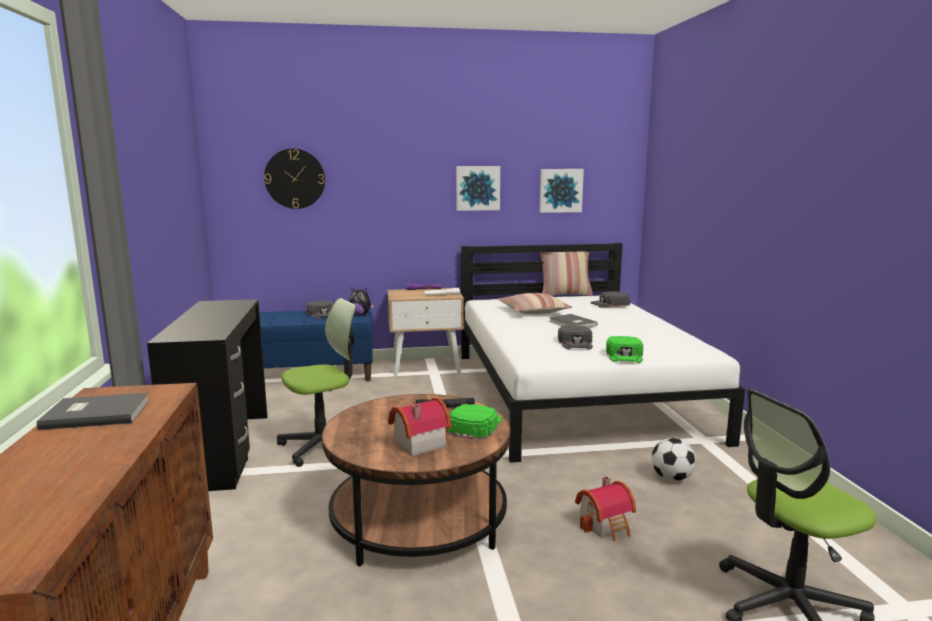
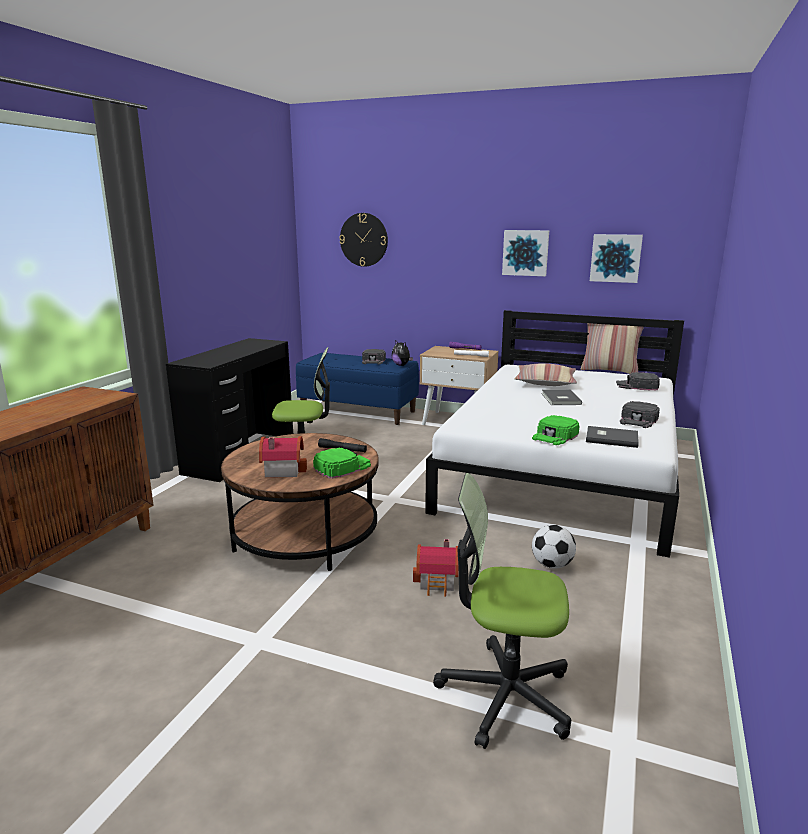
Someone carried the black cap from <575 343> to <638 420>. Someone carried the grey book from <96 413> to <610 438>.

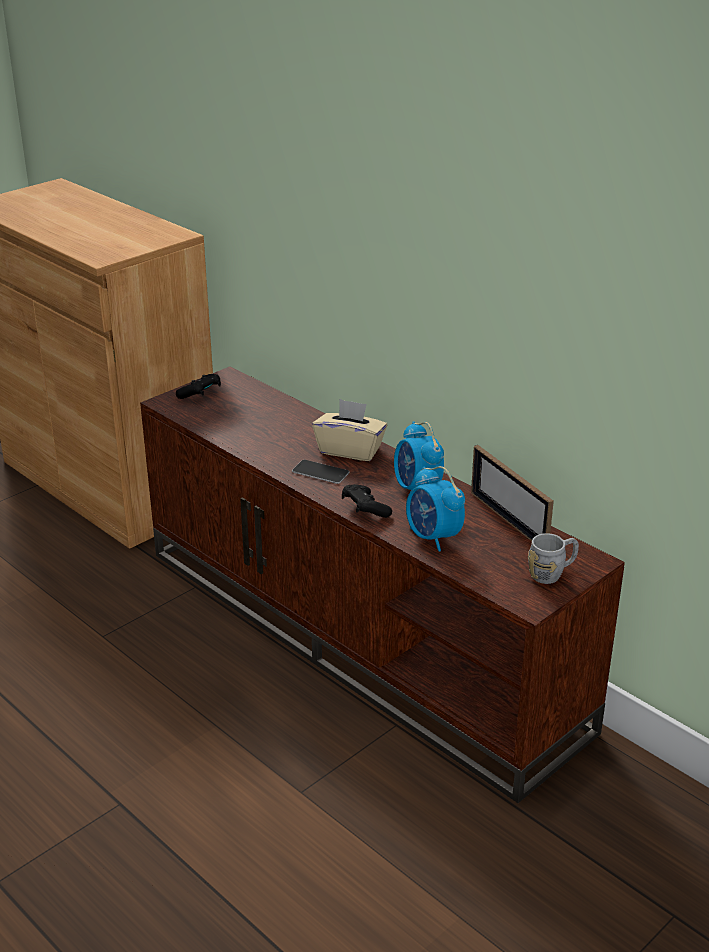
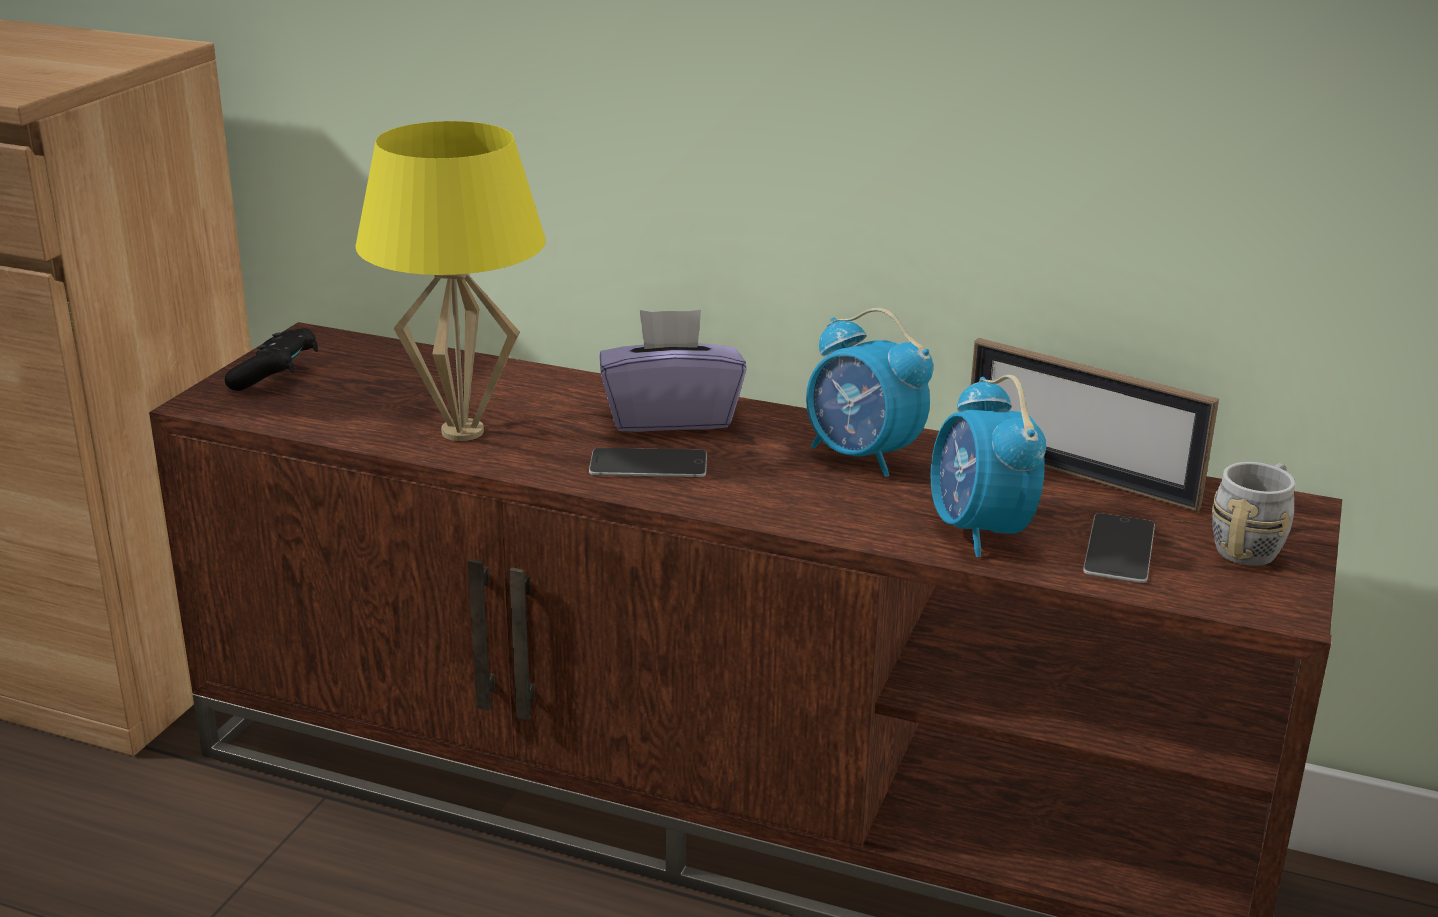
Someone repainted the beige tissue box at <350 450>, which became the purple tissue box at <670 416>. Someone rotated the alarm clock at <433 537> by 45 degrees clockwise. Someone took away the black game controller at <365 510>. Someone put down the yellow table lamp at <463 431>. Someone put down the phone at <1119 548>.

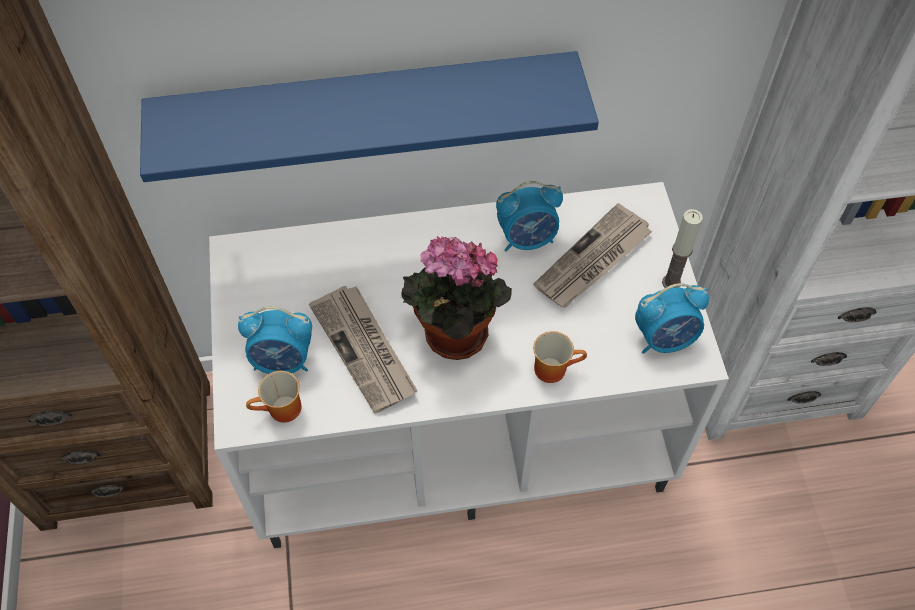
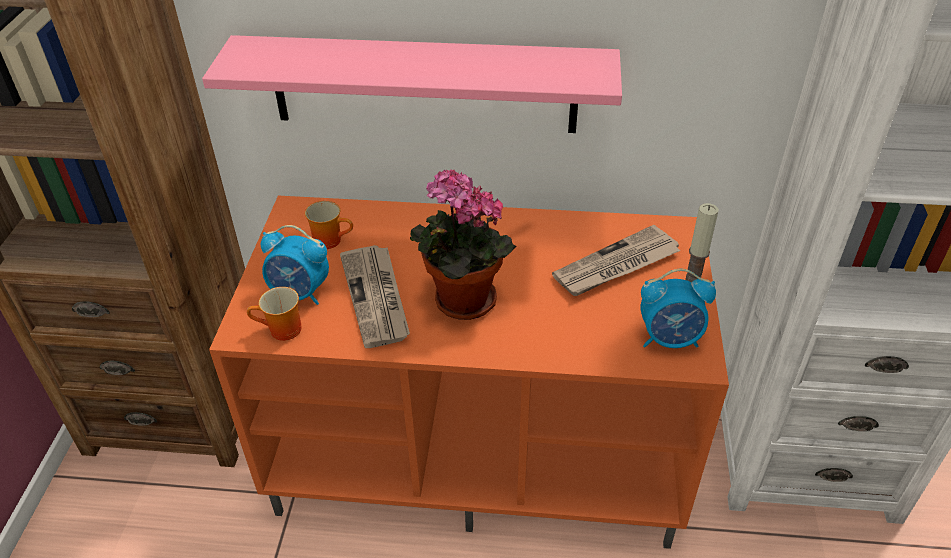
Someone repainted the blue shelf at <367 111>, which became the pink shelf at <424 84>. Someone took away the alarm clock at <527 239>. Someone repainted the white tv stand at <460 430>, which became the orange tv stand at <481 450>. Someone carried the mug from <553 367> to <331 239>.

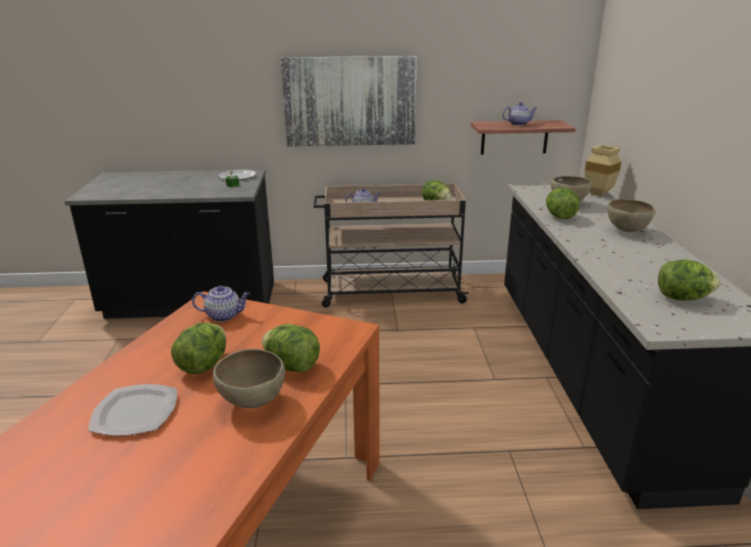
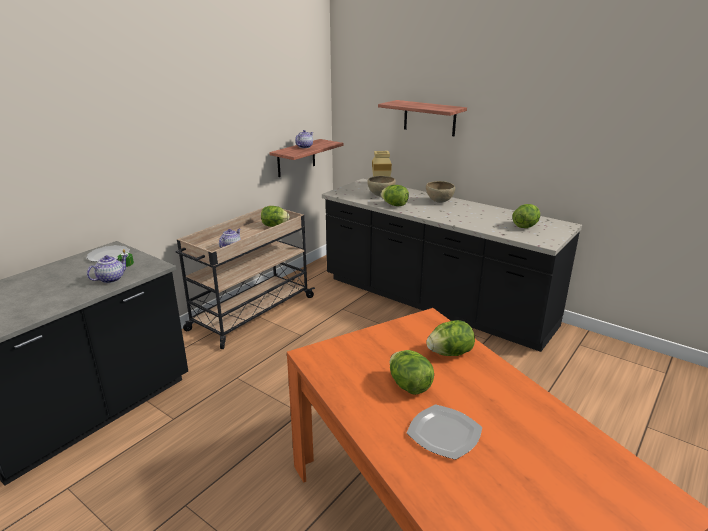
Someone took away the picture at <350 101>. Someone carried the teapot from <224 316> to <111 279>. Someone took away the brown bowl at <252 402>. Someone put up the shelf at <429 118>.

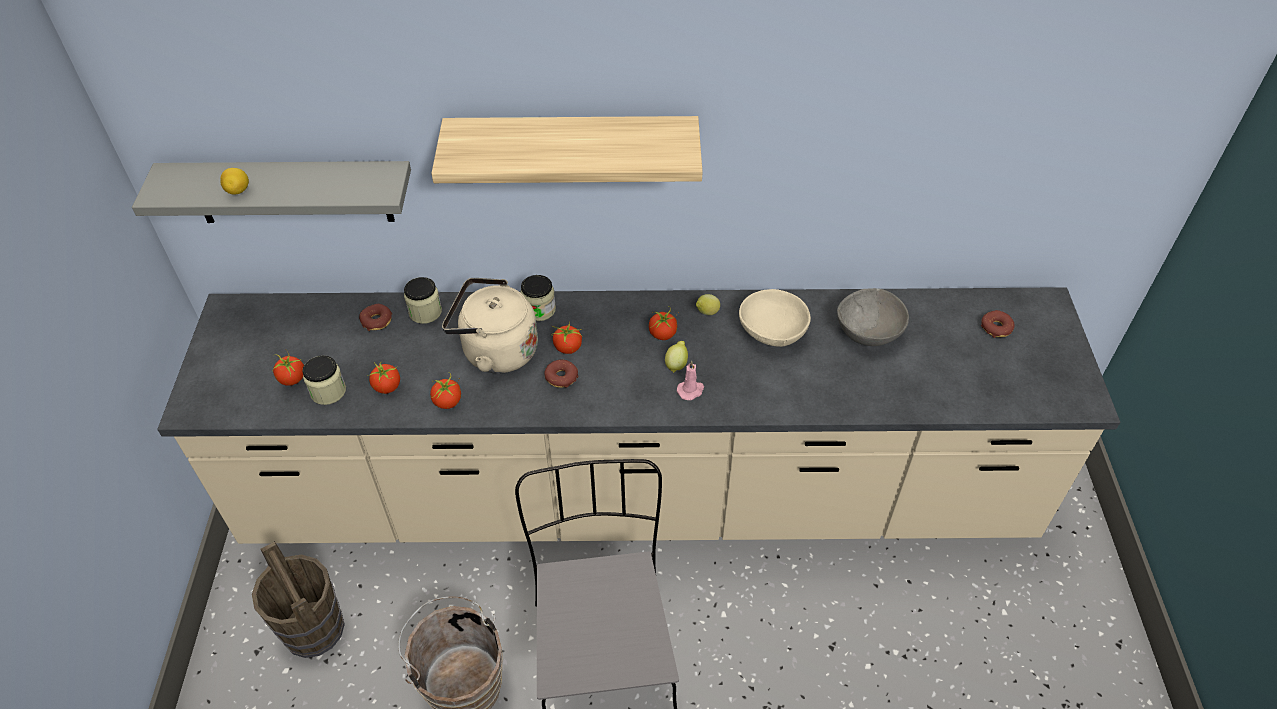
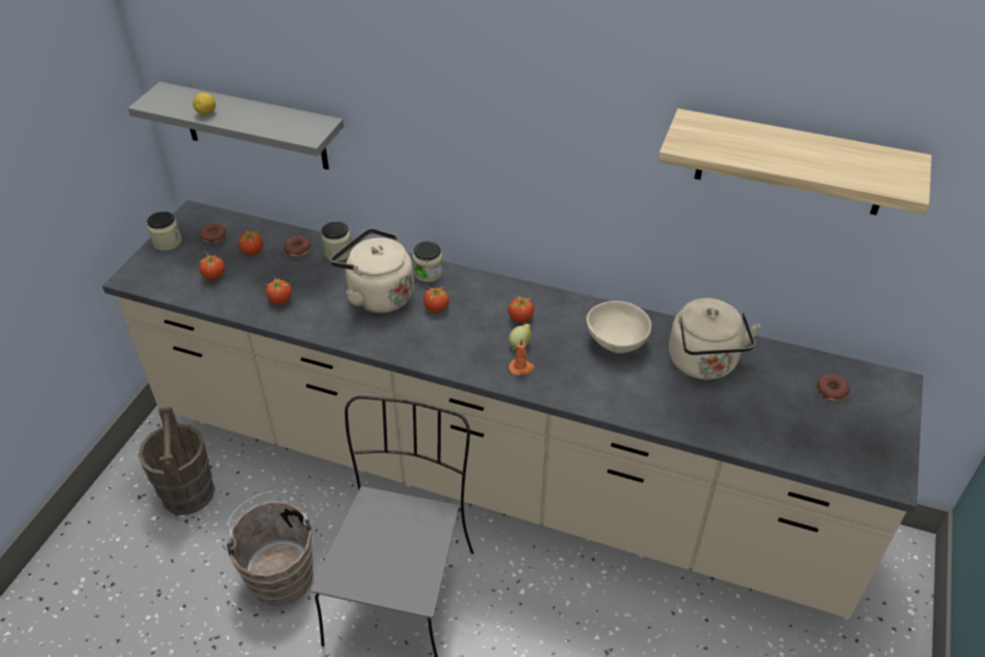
Someone carried the shelf from <572 149> to <791 163>. Someone swapped the grey bowl at <867 333> for the beige kettle at <704 364>. Someone took away the lemon at <706 313>. Someone carried the jar from <328 391> to <167 242>. Someone carried the donut from <561 377> to <214 236>. Someone repainted the pink candle at <691 390>, which became the orange candle at <521 368>. Someone carried the tomato from <448 402> to <252 251>.

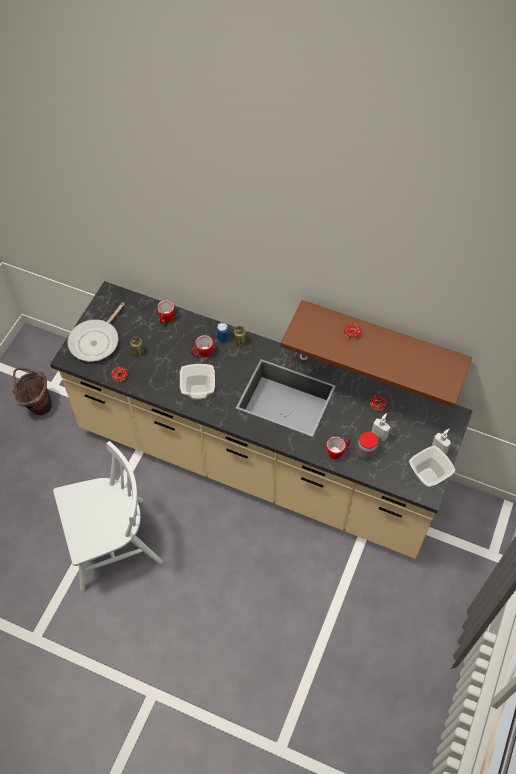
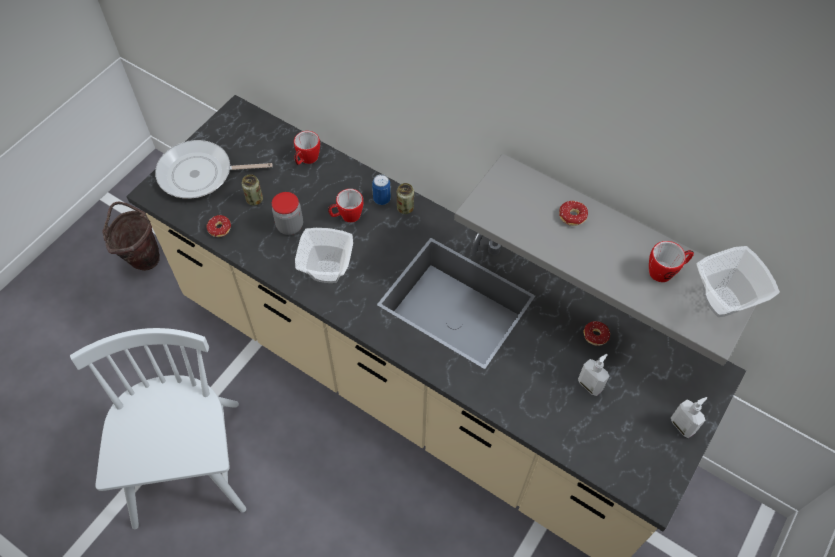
Someone repainted the brown shelf at <382 341>, which became the grey shelf at <619 237>. Someone rotated the frying pan at <96 341> by 45 degrees clockwise. Someone carried the jar from <365 453> to <290 226>. Someone carried the mug from <337 452> to <665 271>. Someone rotated the white chair at <111 543> by 90 degrees counterclockwise. Someone carried the bowl from <426 477> to <720 301>.

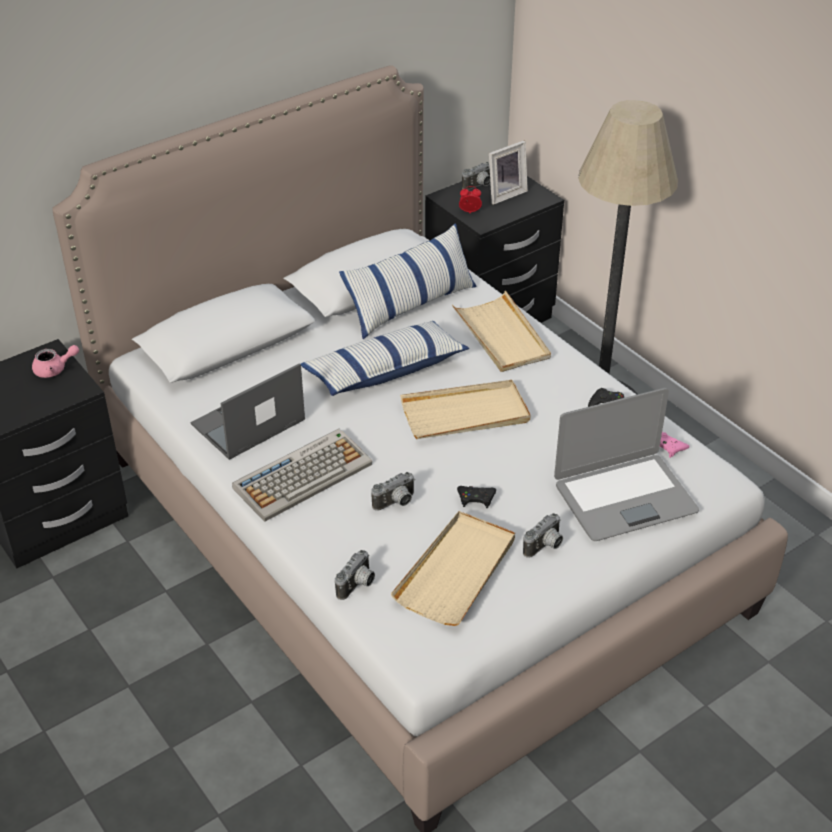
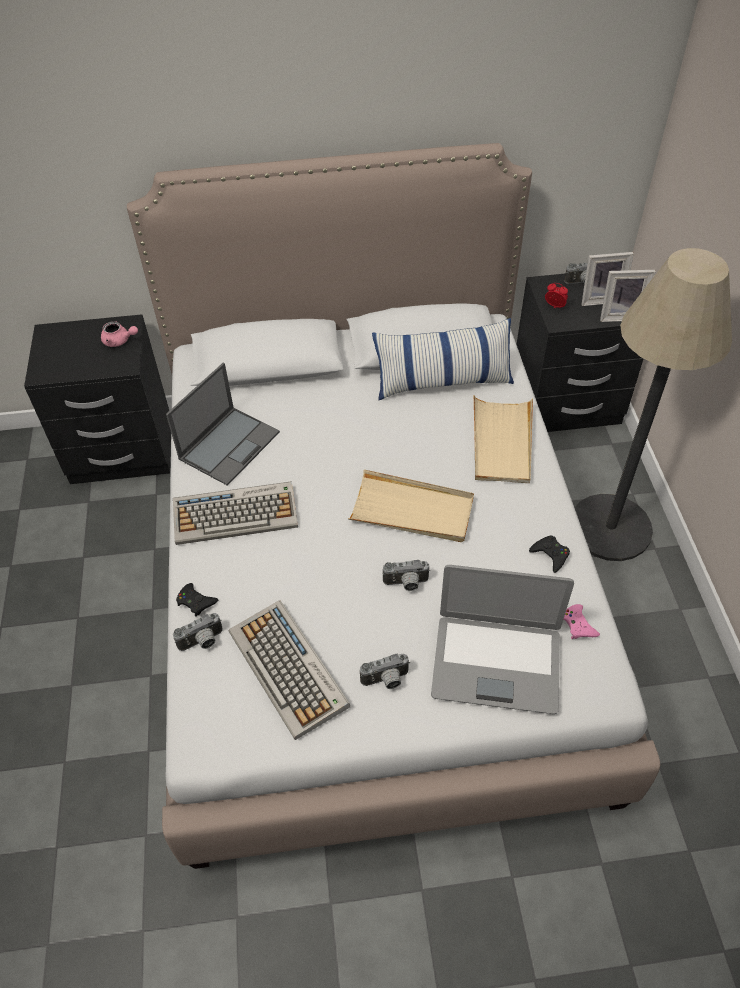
Someone took away the pillow at <385 371>. Someone rotated the laptop at <247 423> by 135 degrees clockwise. Someone carried the photo camera from <396 503> to <406 584>. Someone carried the black game controller from <476 498> to <196 602>. Someone swapped the beige tray at <457 571> for the keyboard at <289 669>. Someone put down the picture frame at <620 315>.

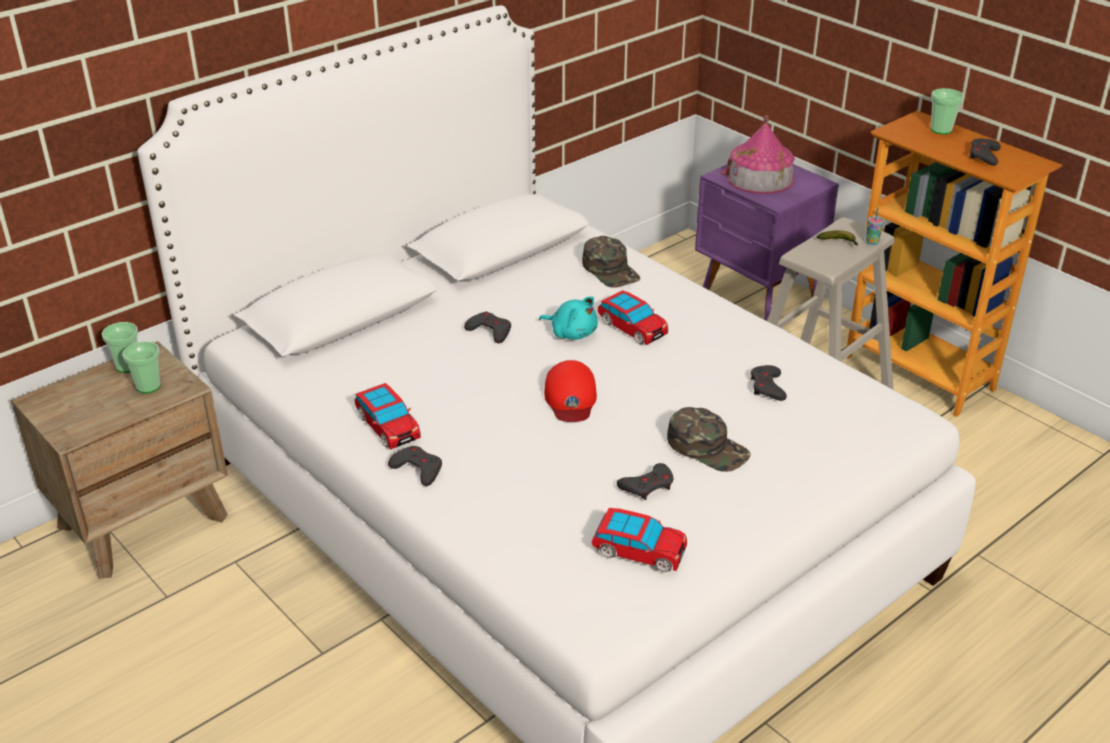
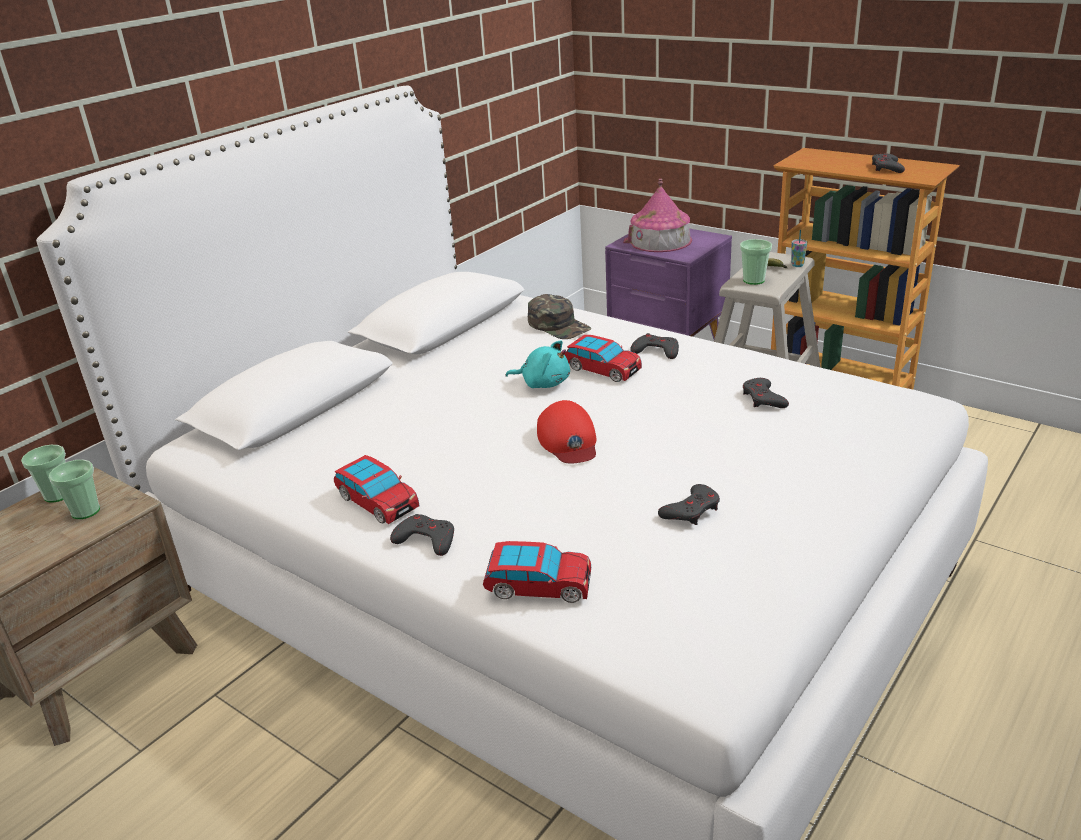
Someone carried the cup from <941 130> to <754 280>. Someone carried the grey game controller from <490 331> to <656 351>. Someone took away the green cap at <708 447>. Someone carried the toy car from <638 551> to <538 586>.

